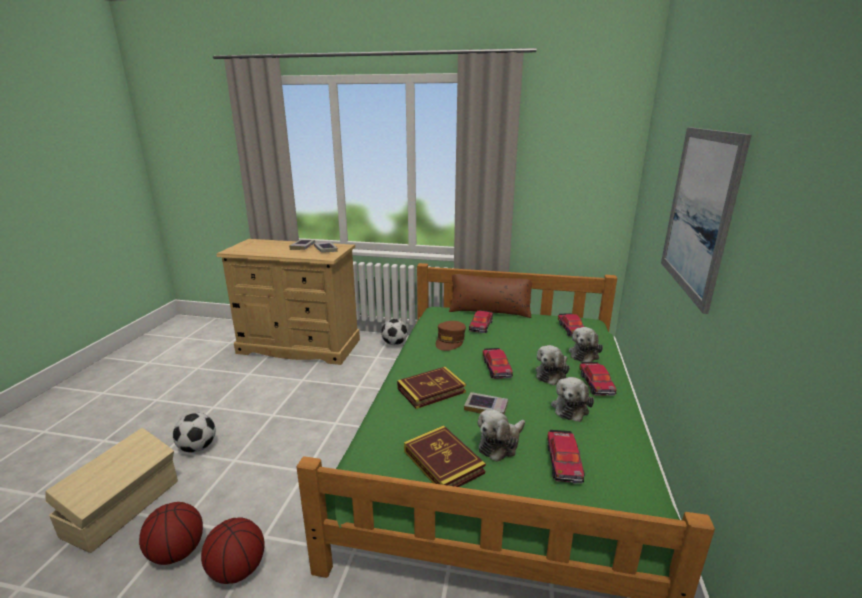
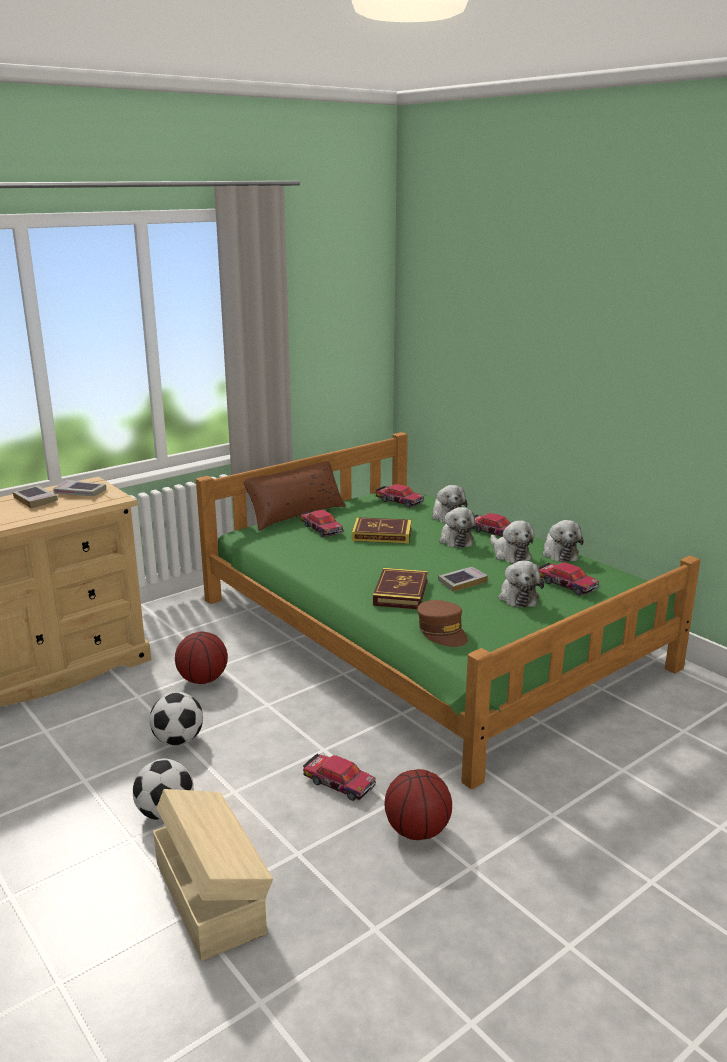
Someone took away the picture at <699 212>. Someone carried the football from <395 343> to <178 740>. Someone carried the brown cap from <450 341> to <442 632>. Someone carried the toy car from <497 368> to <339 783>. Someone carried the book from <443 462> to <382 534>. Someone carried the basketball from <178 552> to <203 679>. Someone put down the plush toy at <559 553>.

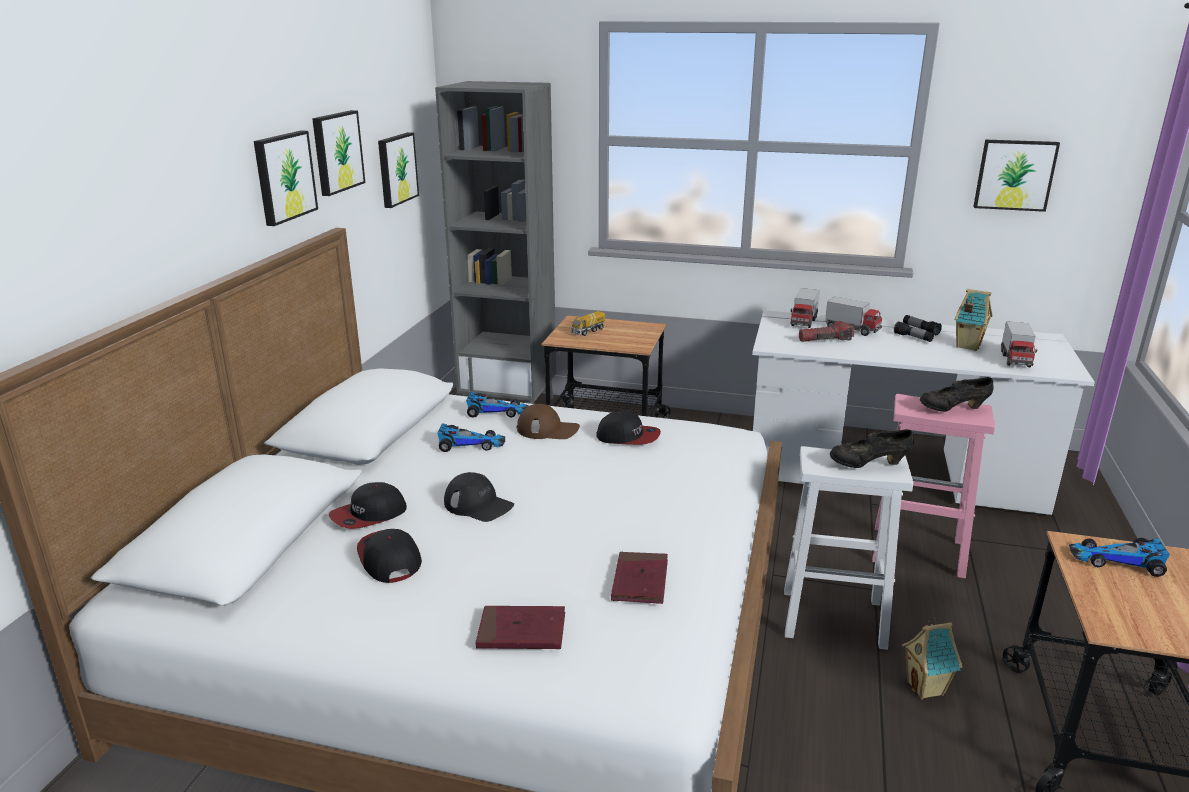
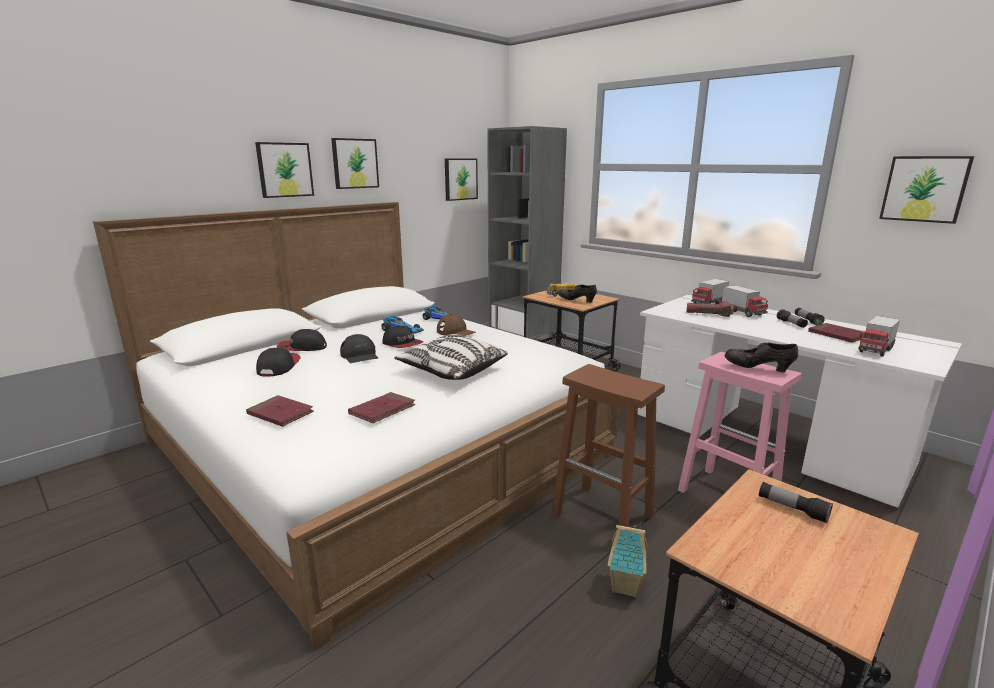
Someone carried the picture from <336 152> to <284 170>. Someone swapped the toy house at <967 346> for the red book at <837 335>. Someone carried the cap from <628 437> to <402 344>. Someone carried the black shoe from <868 465> to <577 300>. Someone repainted the white stool at <835 618>, which became the brown stool at <604 516>. Someone swapped the toy car at <1118 561> for the flashlight at <792 509>. Someone put down the pillow at <452 371>.

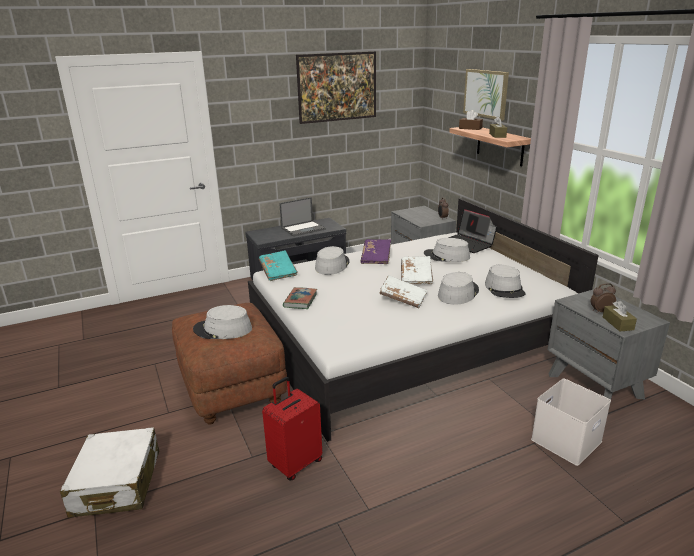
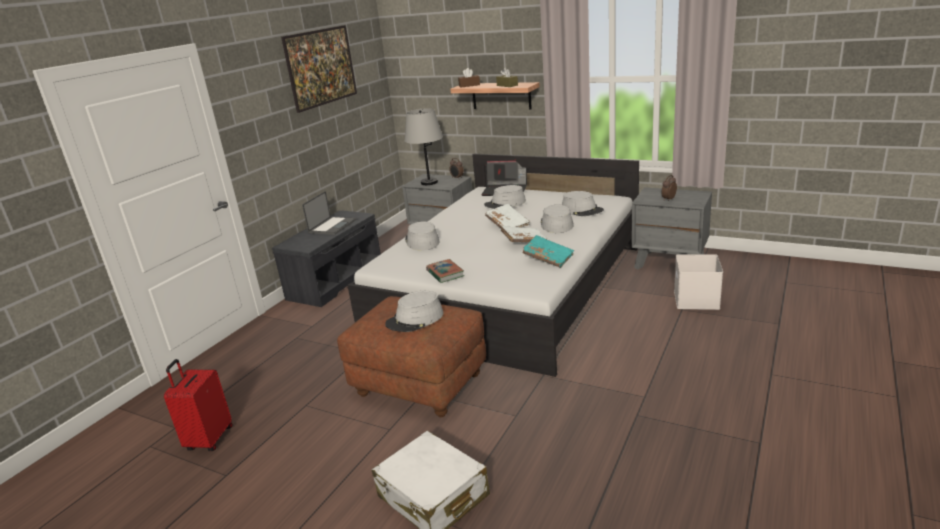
Someone took away the picture at <486 93>. Someone took away the purple book at <376 258>. Someone carried the turquoise book from <278 272> to <548 258>. Someone took away the brown tissue box at <618 323>. Someone carried the red suitcase from <295 463> to <209 439>. Someone put down the grey table lamp at <429 182>.

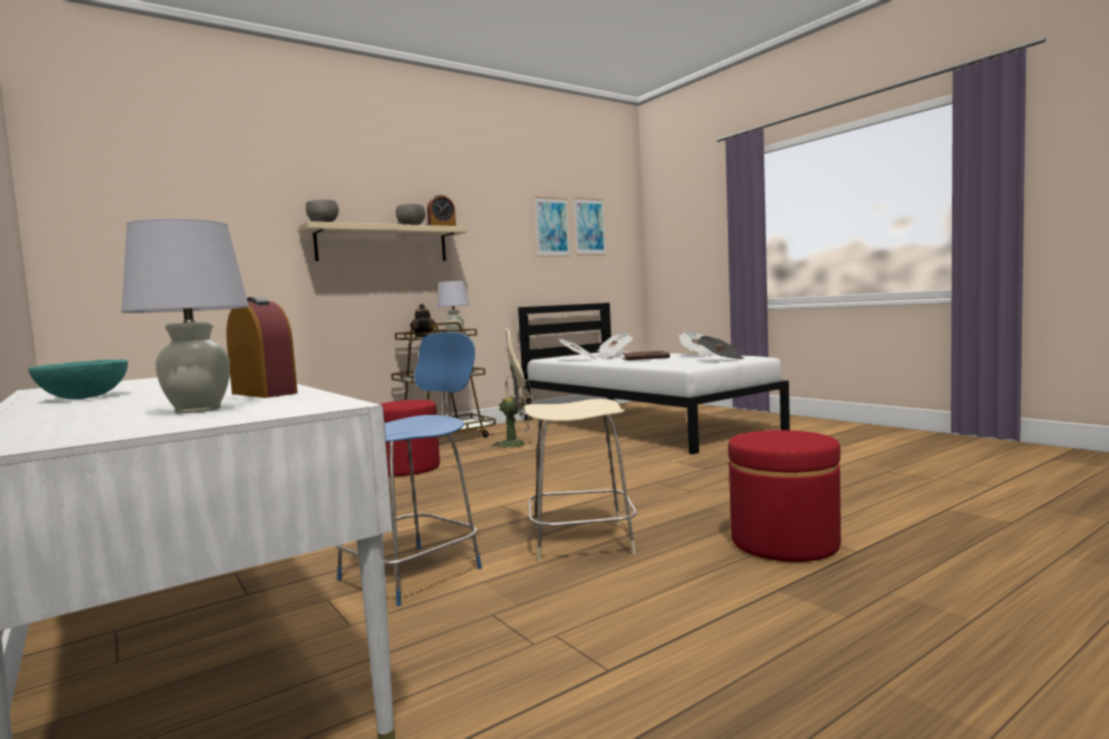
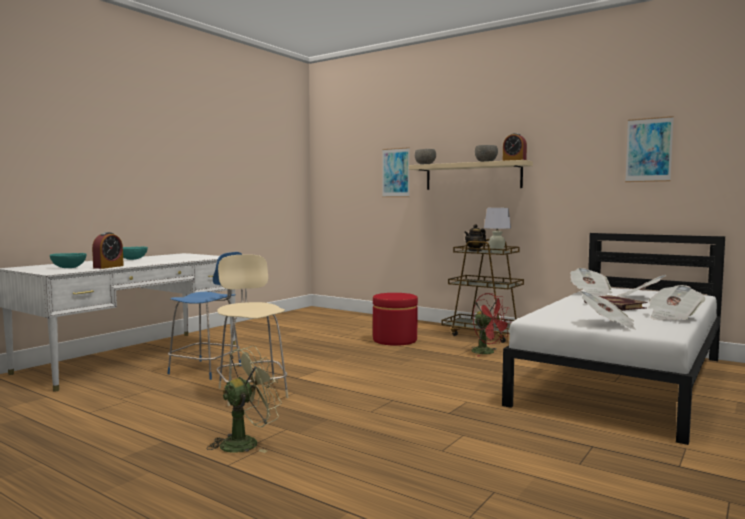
Someone carried the picture from <589 227> to <396 172>. Someone swapped the white table lamp at <199 410> for the turquoise bowl at <68 268>. Someone repainted the beige fan at <517 444>, which became the red fan at <488 352>. Someone swapped the red ottoman at <784 543> for the green fan at <246 442>.

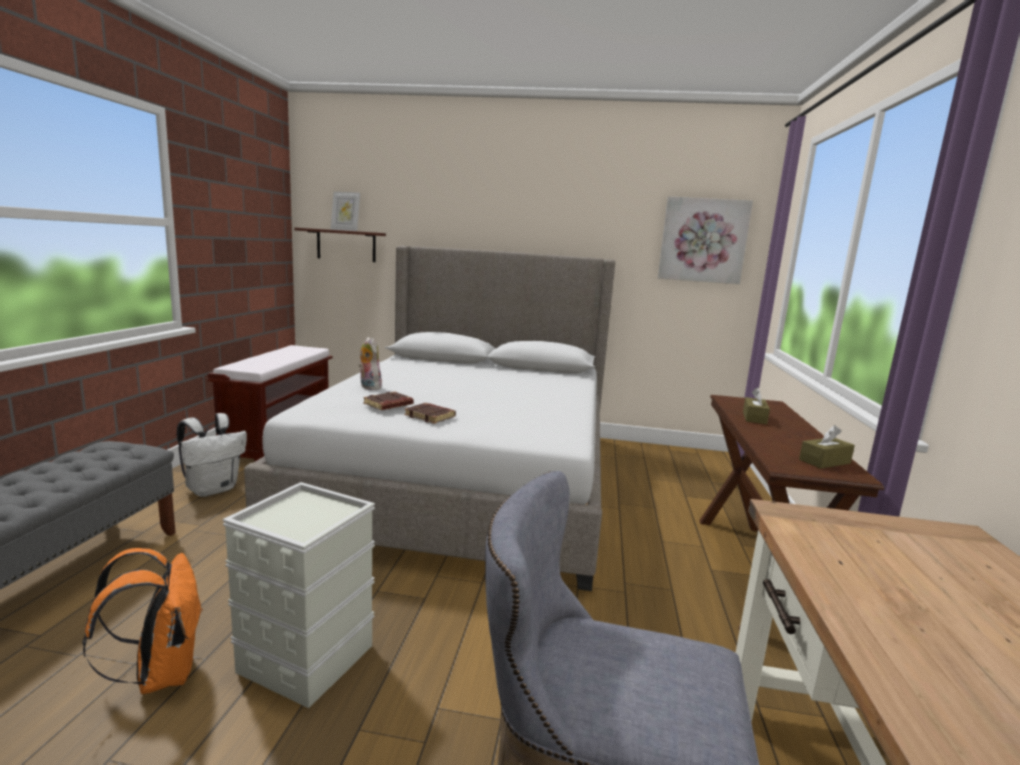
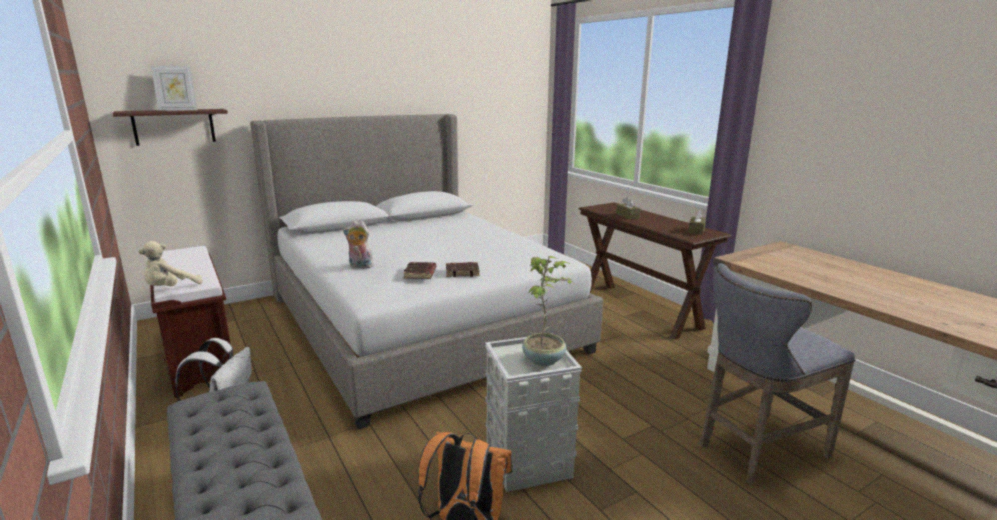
Someone took away the picture at <703 240>. Someone put down the beige plush toy at <171 289>. Someone put down the potted plant at <544 359>.

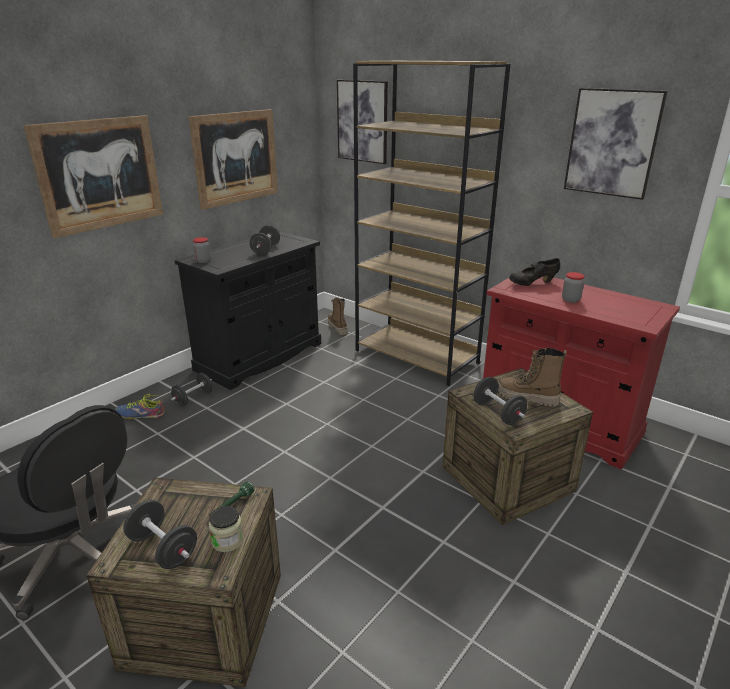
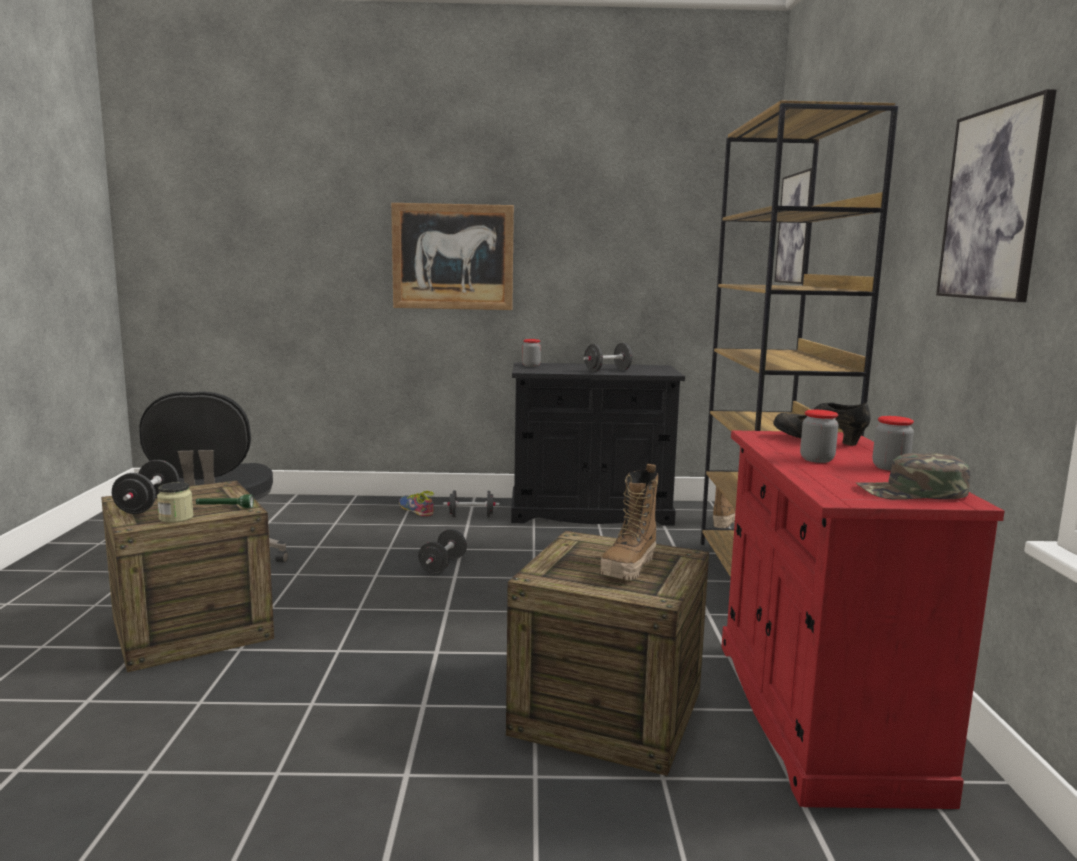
Someone took away the picture at <236 158>. Someone rotated the boot at <527 398> by 135 degrees counterclockwise. Someone carried the black dumbbell from <498 413> to <443 565>. Someone put down the jar at <890 467>. Someone put down the green cap at <911 492>.

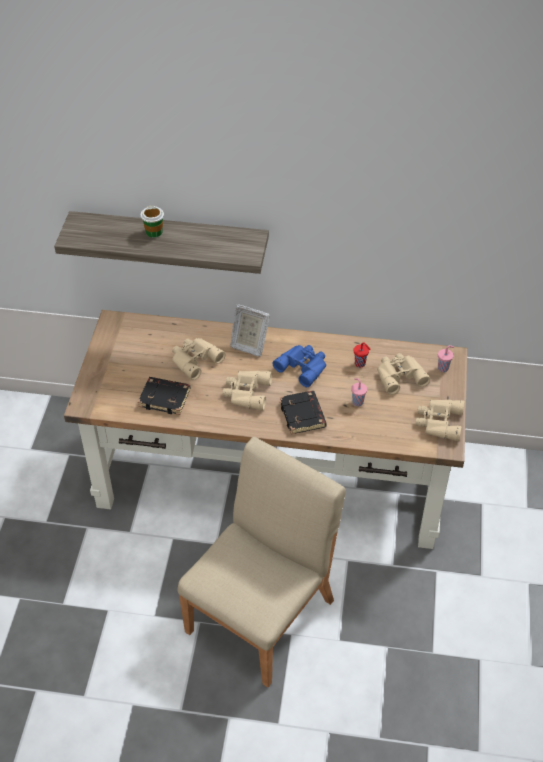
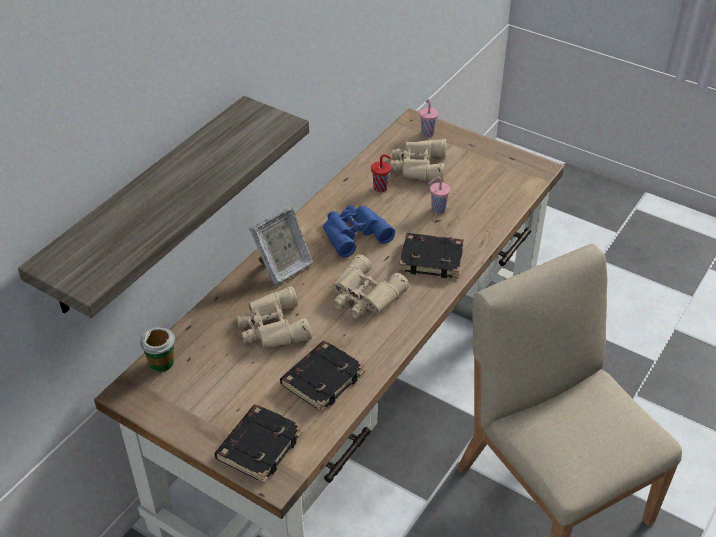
Someone carried the cup from <154 232> to <162 362>. Someone took away the beige binoculars at <438 422>. Someone put down the black book at <259 446>.

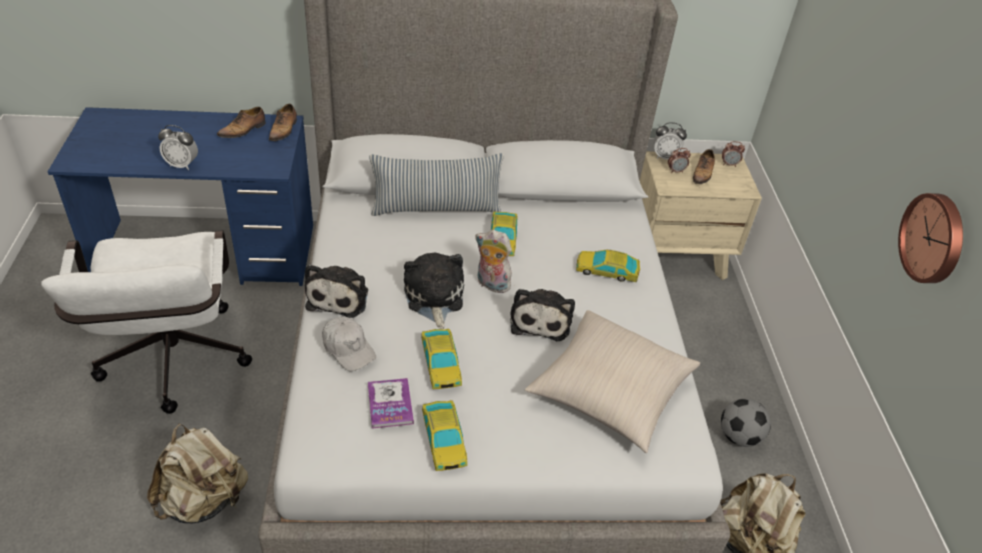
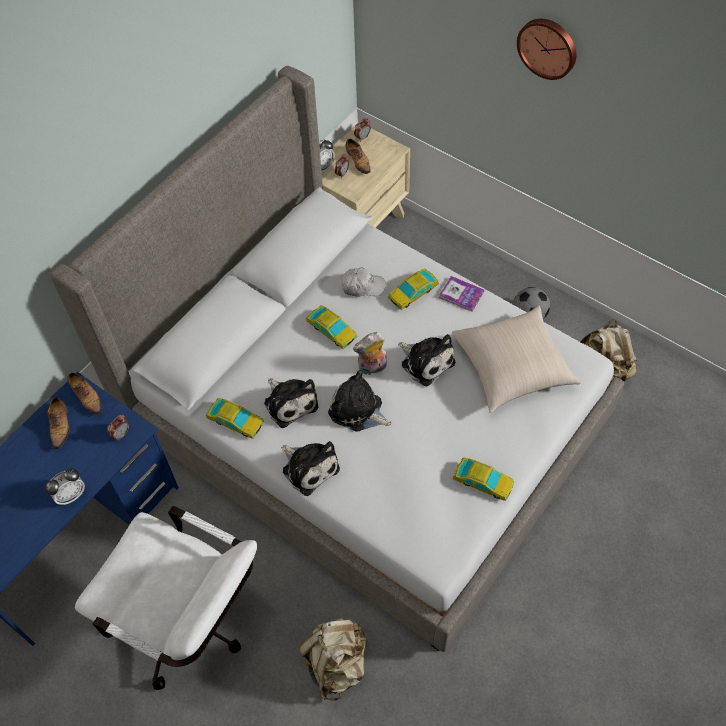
Someone took away the pillow at <436 208>. Someone carried the wall clock from <934 238> to <548 47>. Someone carried the white cap from <348 348> to <362 286>. Someone carried the toy car from <441 363> to <235 421>. Someone carried the book from <390 404> to <461 294>. Someone put down the plush toy at <290 402>. Someone put down the alarm clock at <121 434>.

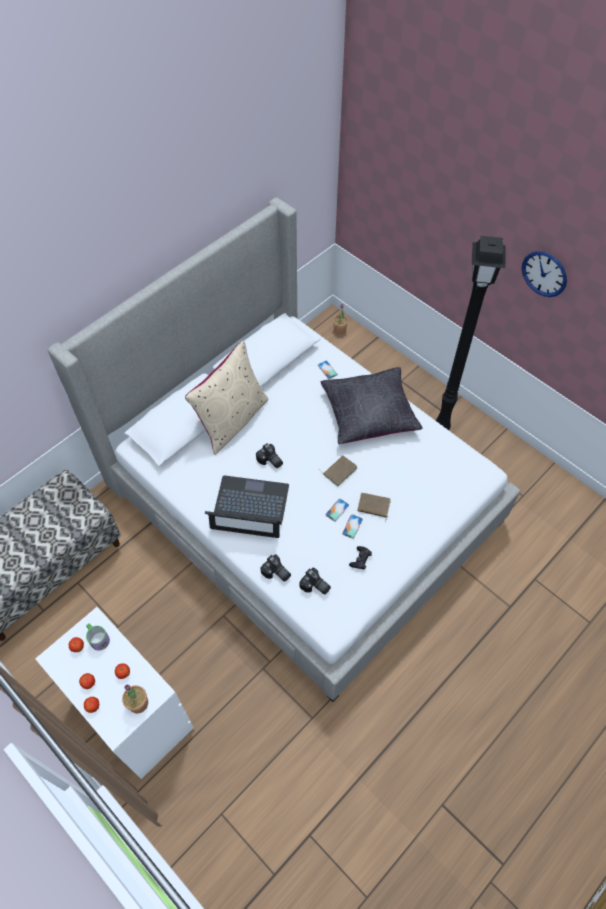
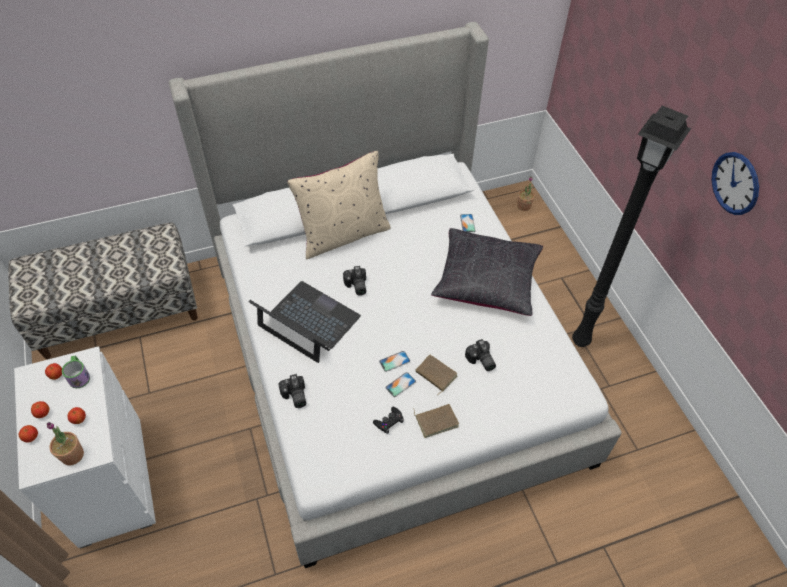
Someone carried the brown book from <339 471> to <436 420>. Someone carried the photo camera from <315 586> to <480 361>.

